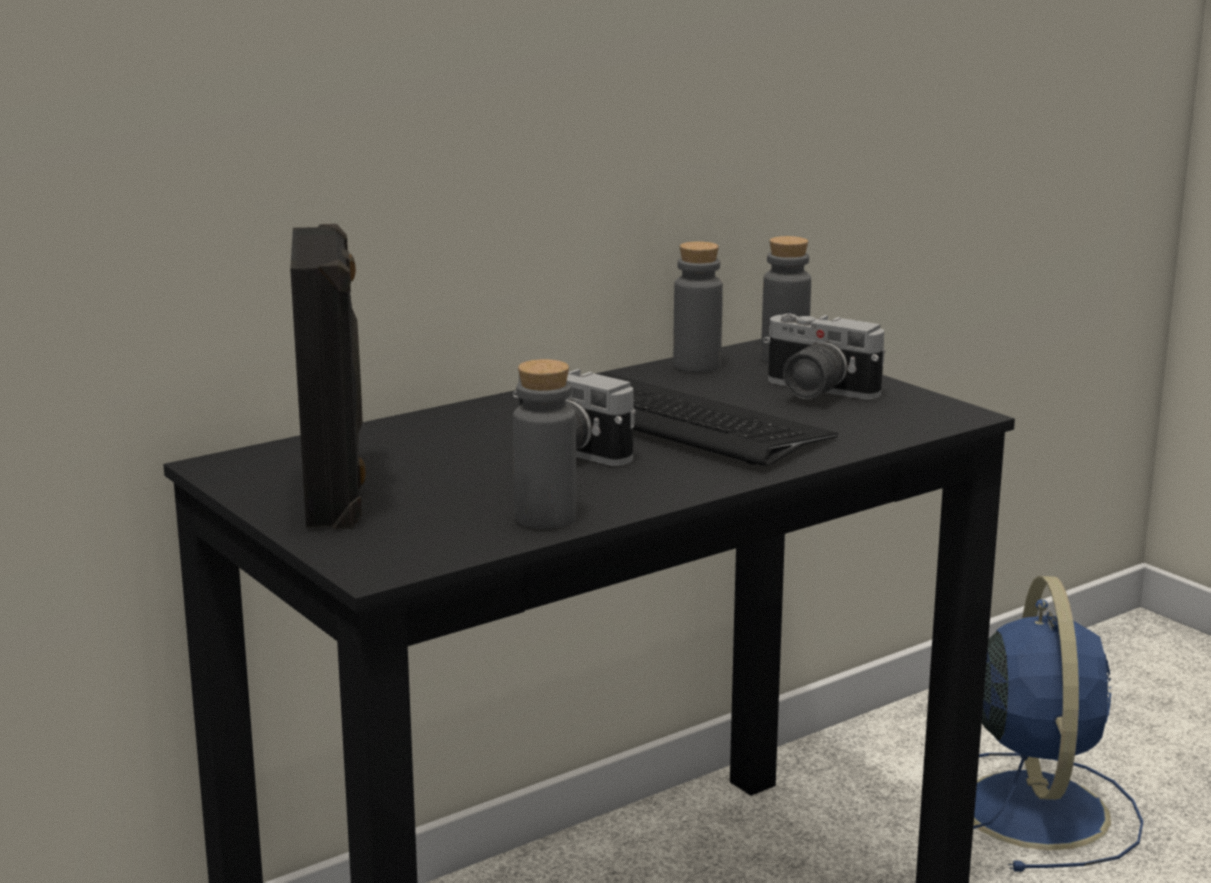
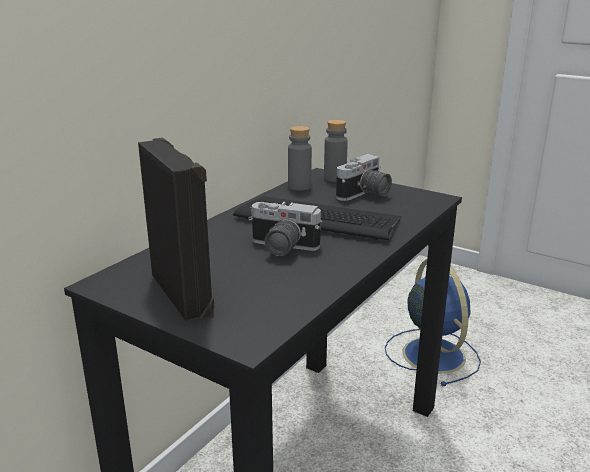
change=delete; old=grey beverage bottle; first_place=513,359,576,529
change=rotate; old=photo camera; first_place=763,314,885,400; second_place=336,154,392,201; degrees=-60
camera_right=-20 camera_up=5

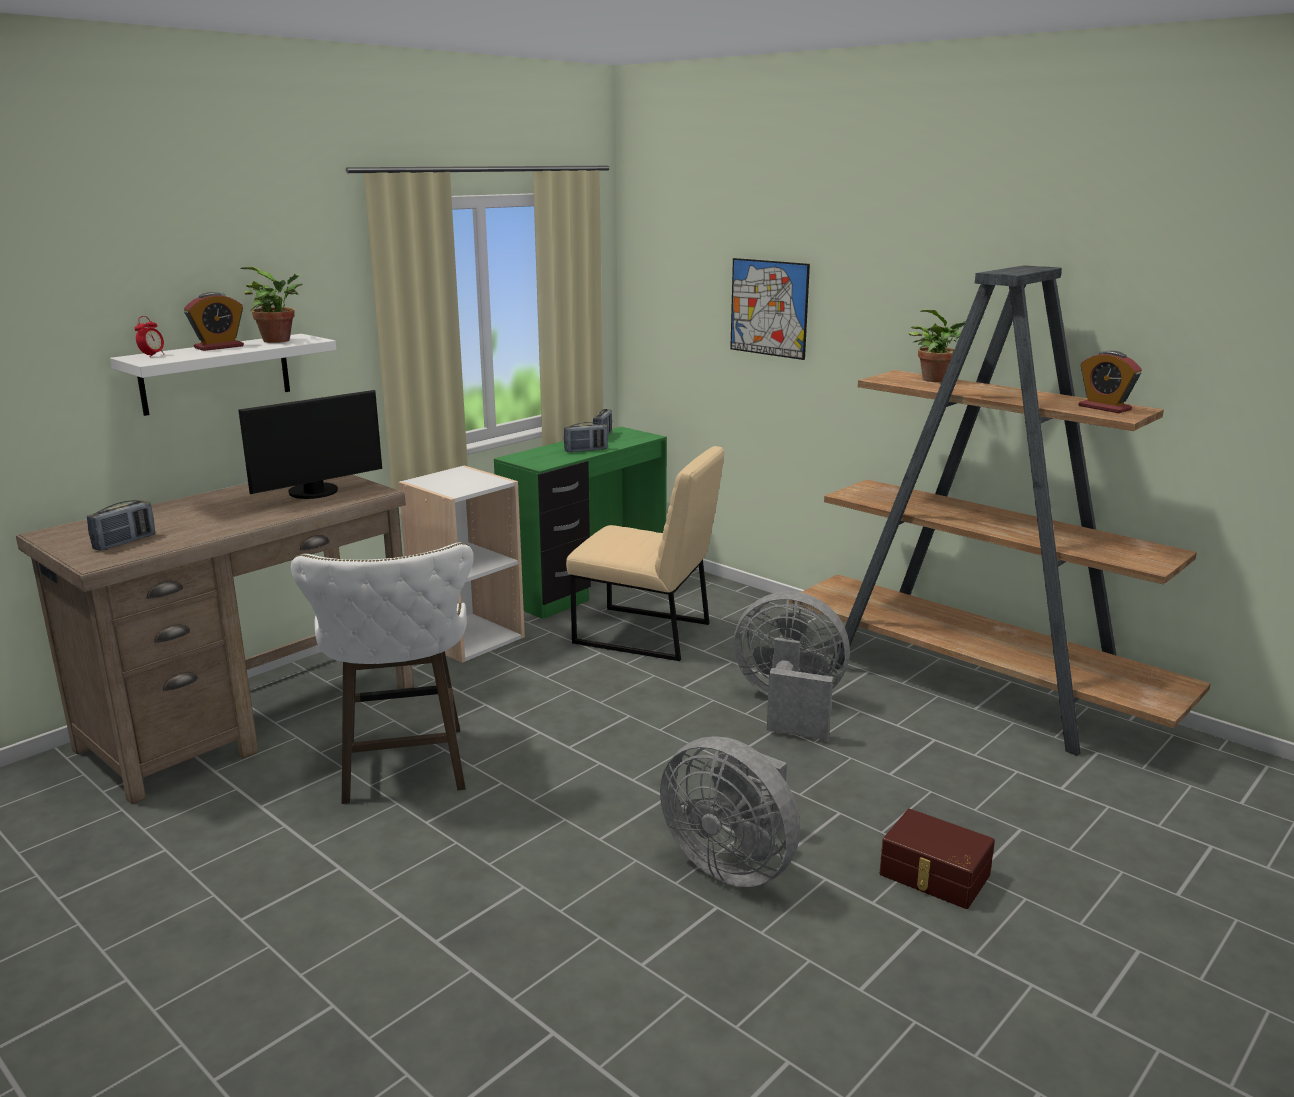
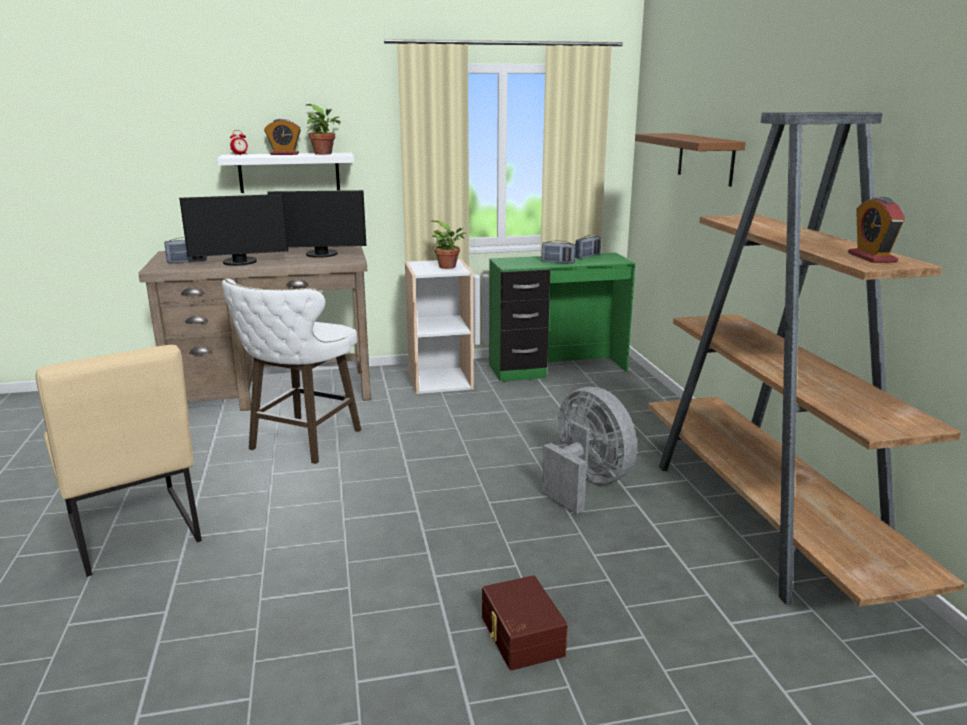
change=move; old=sand-coloured upright chair; first_place=566,446,724,661; second_place=36,345,202,577
change=delete; old=grey electric fan; first_place=660,736,800,887
change=replace; old=wall picture; new=brownish bracket shelf; first_place=730,258,810,360; second_place=635,133,746,187
change=move; old=houseplant; first_place=909,309,984,382; second_place=431,220,467,269
change=insert; new=computer display; second_place=179,194,288,266
camera_right=35 camera_up=0

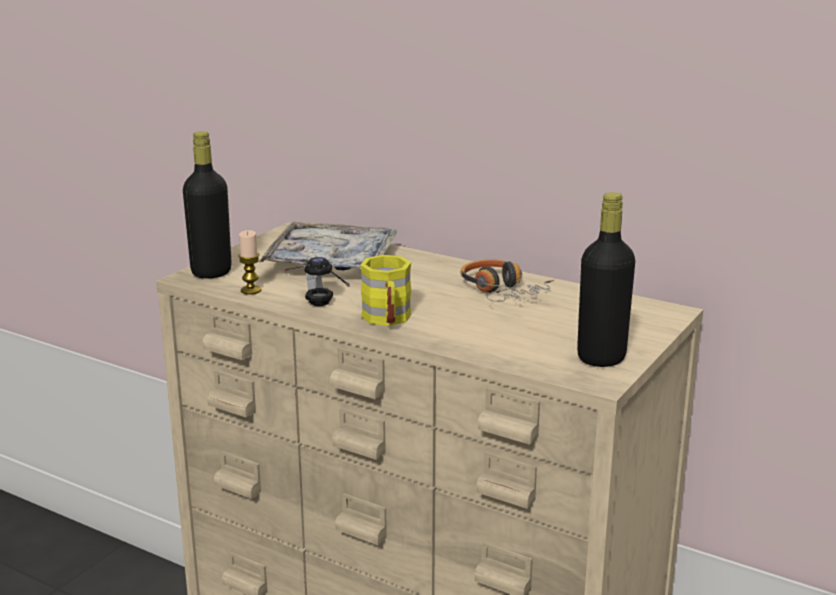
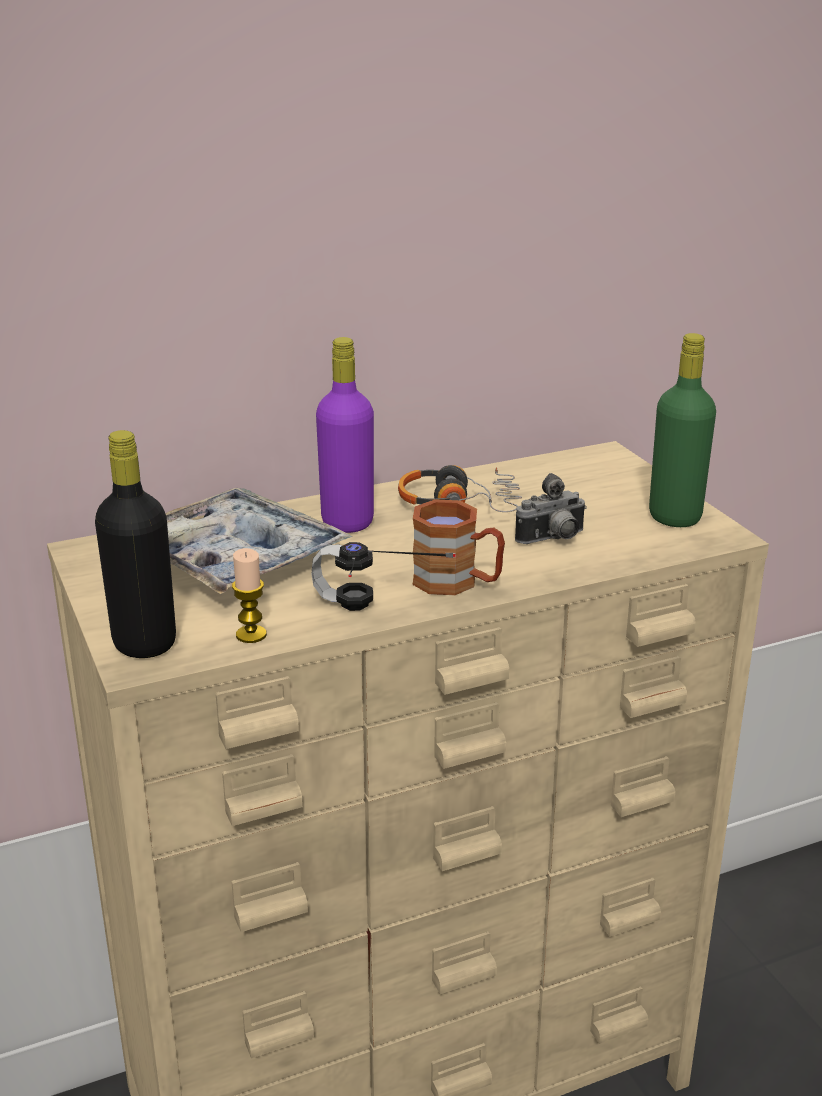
change=recolor; old=yellow-coloured tea mug; new=brownish tea mug; first_place=360,255,411,326; second_place=412,499,505,595
change=recolor; old=black-coloured beverage bottle; new=green beverage bottle; first_place=577,192,635,367; second_place=649,333,716,527
change=insert; new=purple-coloured beverage bottle; second_place=316,337,374,533
change=insert; new=photo camera; second_place=515,473,587,544
camera_right=-55 camera_up=5

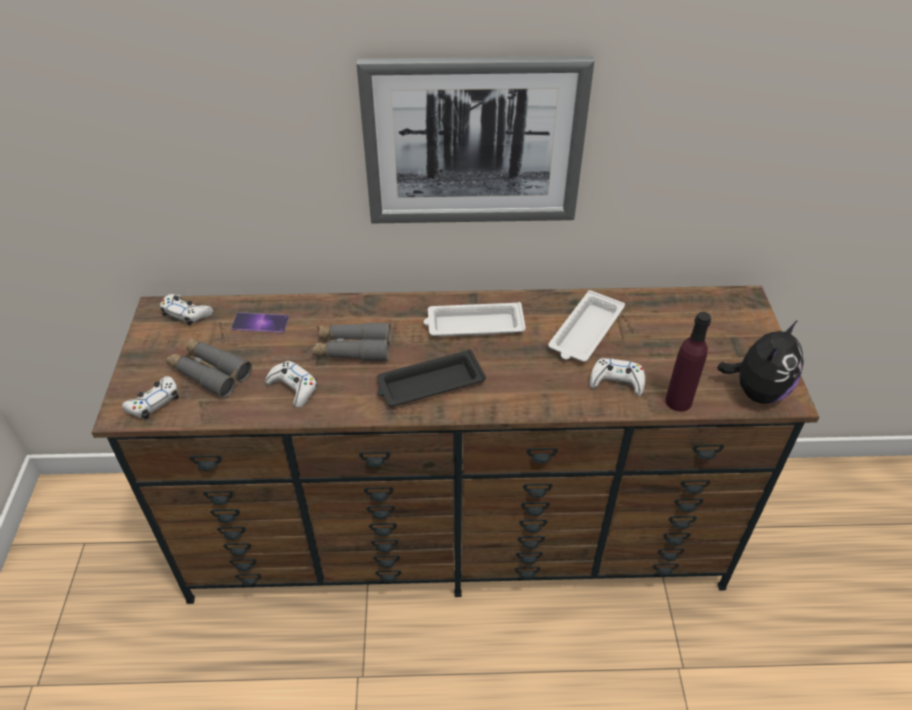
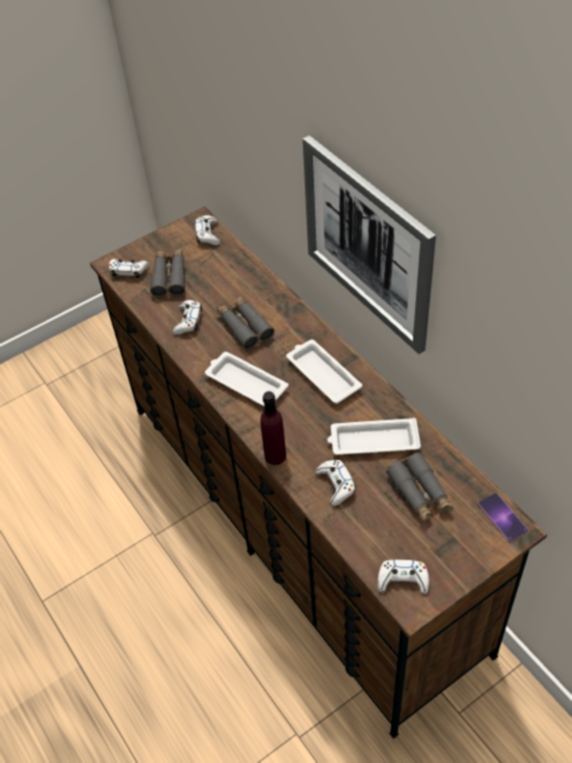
change=move; old=handset; first_place=231,312,289,333; second_place=478,493,528,542
change=recolor; old=black-coloured carrying tray; new=white-coloured carrying tray; first_place=377,349,486,407; second_place=205,352,288,407
change=move; old=purple-coloured beverage bottle; first_place=665,312,711,412; second_place=260,391,286,465
change=replace; old=soft toy; new=white-coloured game controller; first_place=717,320,804,404; second_place=377,559,429,594
change=insert; new=grey binoculars; second_place=386,453,453,523
camera_right=60 camera_up=5

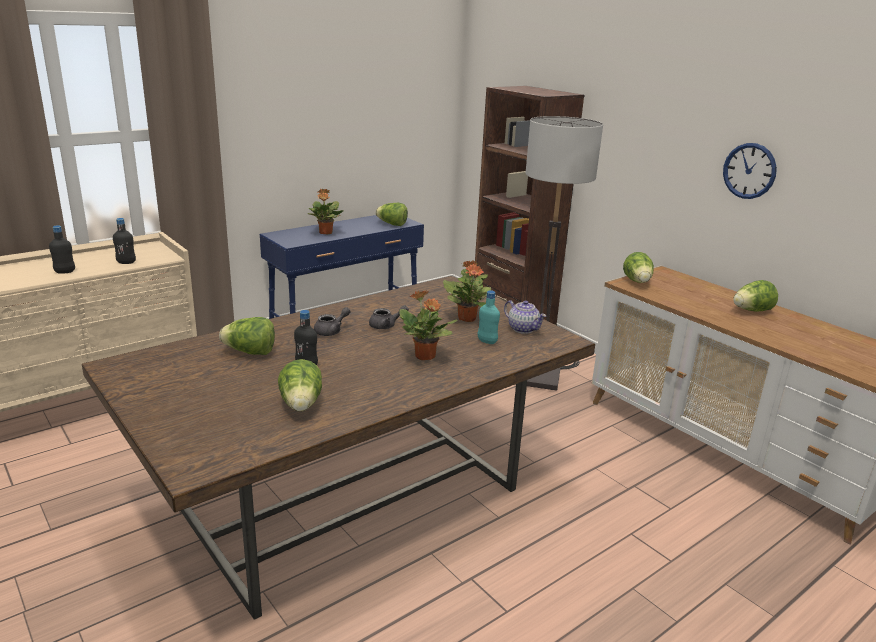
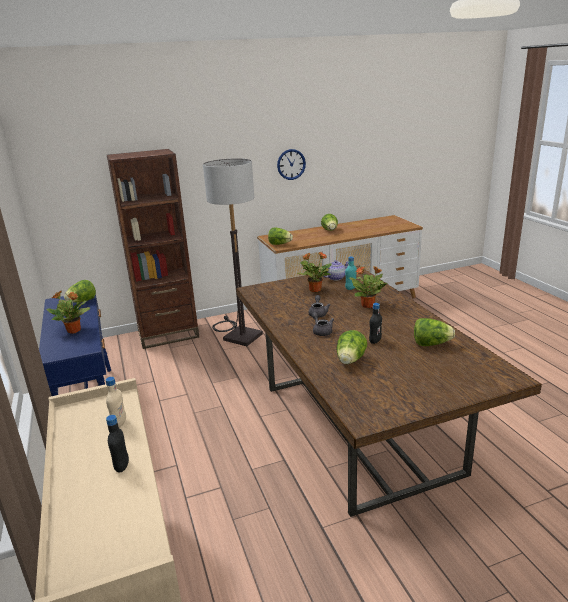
change=recolor; old=black-coloured beverage bottle; new=sand-coloured beverage bottle; first_place=113,218,136,264; second_place=106,377,126,428
camera_right=-70 camera_up=0

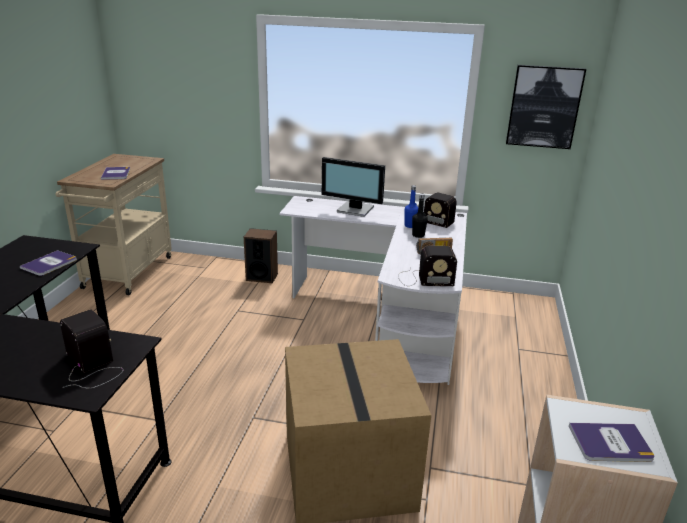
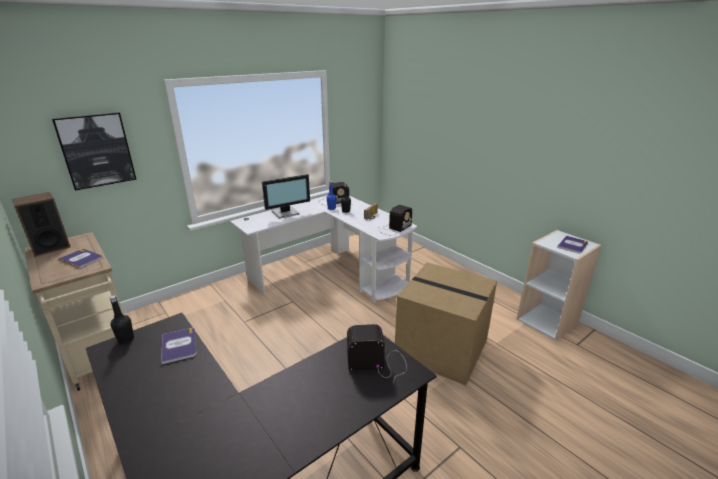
change=move; old=loudspeaker; first_place=244,228,278,283; second_place=12,192,70,257
change=move; old=wall picture; first_place=506,65,586,149; second_place=52,112,136,190
change=insert; new=black-coloured beverage bottle; second_place=109,295,134,344
camera_right=-50 camera_up=0

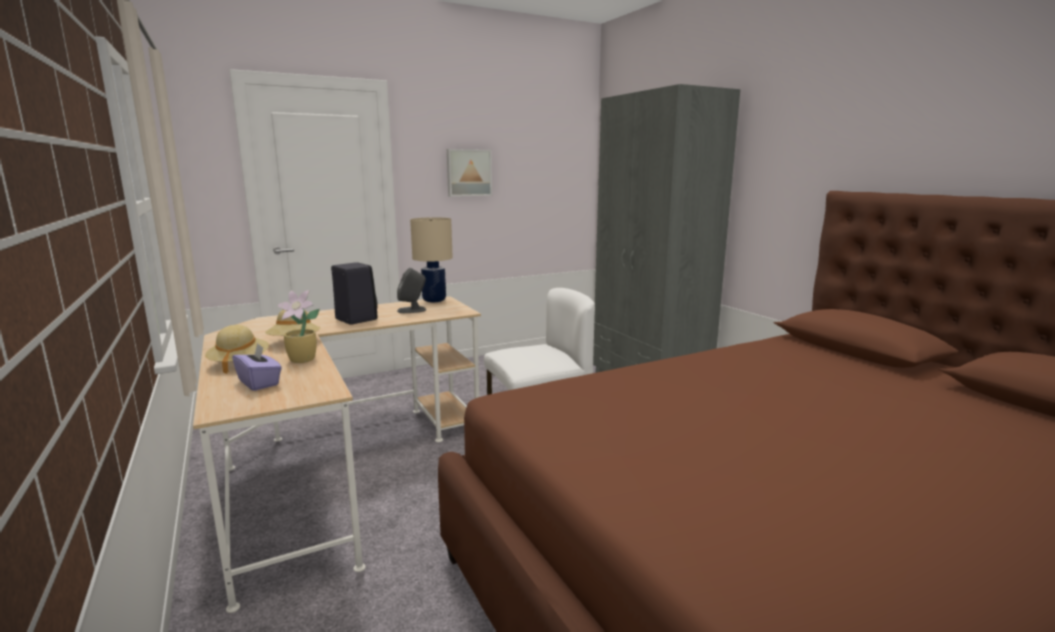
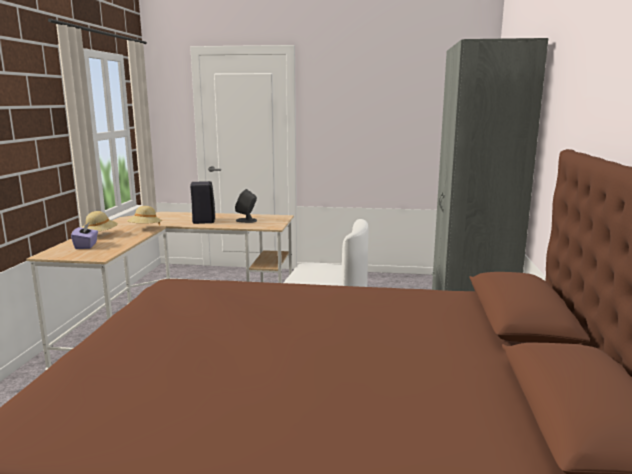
change=delete; old=houseplant; first_place=278,290,320,363
change=delete; old=sand-coloured lamp for a table; first_place=410,217,453,302
change=delete; old=wall picture; first_place=447,149,492,197
camera_right=35 camera_up=0

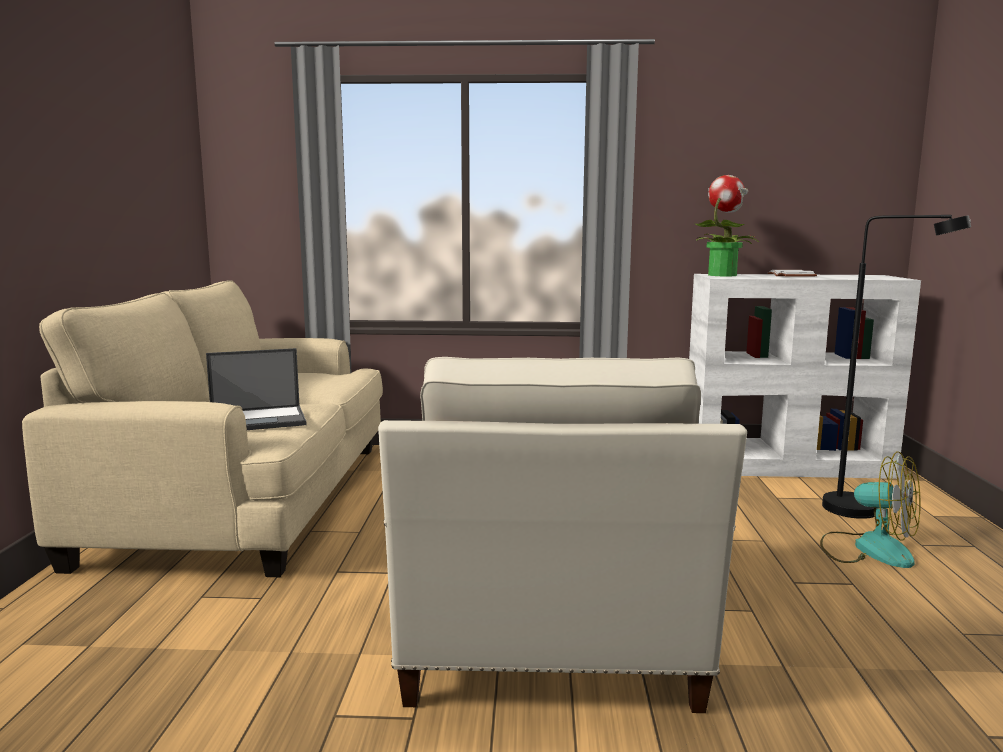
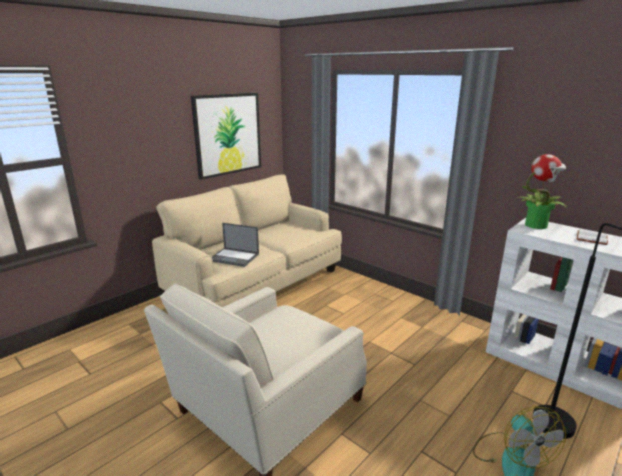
change=insert; new=wall picture; second_place=191,93,261,180
camera_right=40 camera_up=10

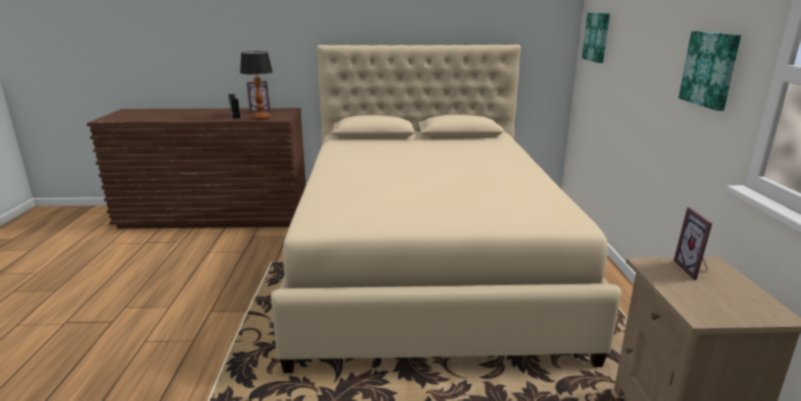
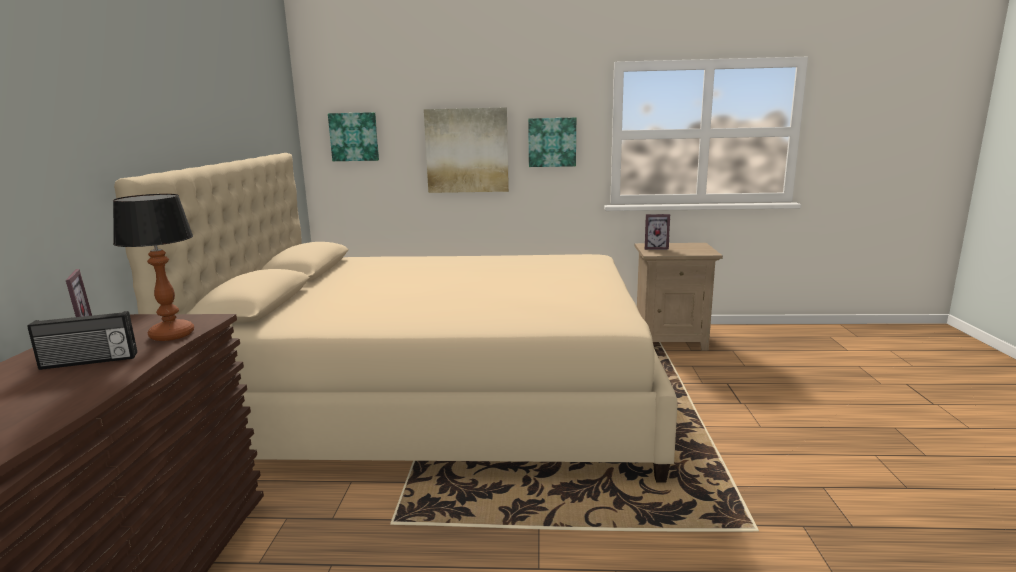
change=insert; new=wall picture; second_place=424,107,509,193
camera_right=-85 camera_up=-5

